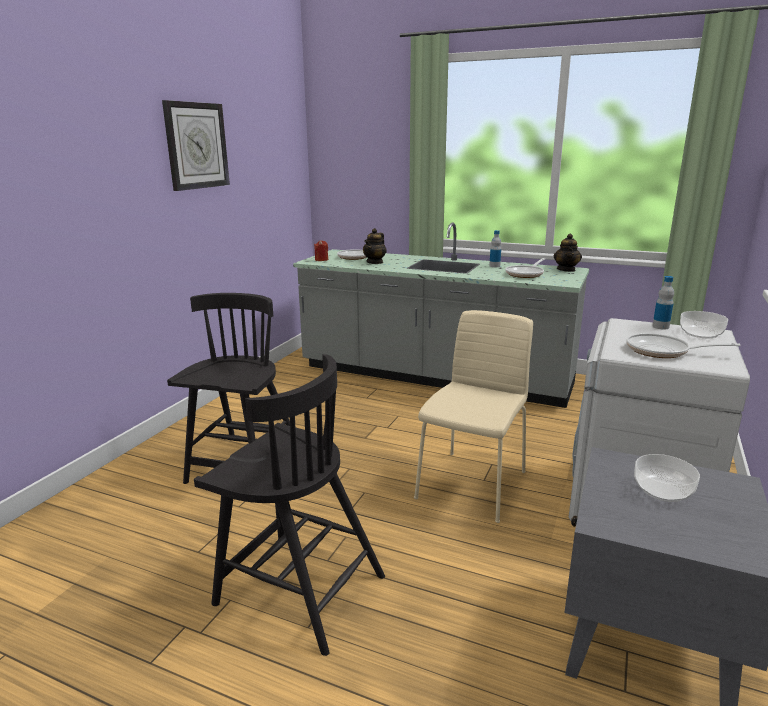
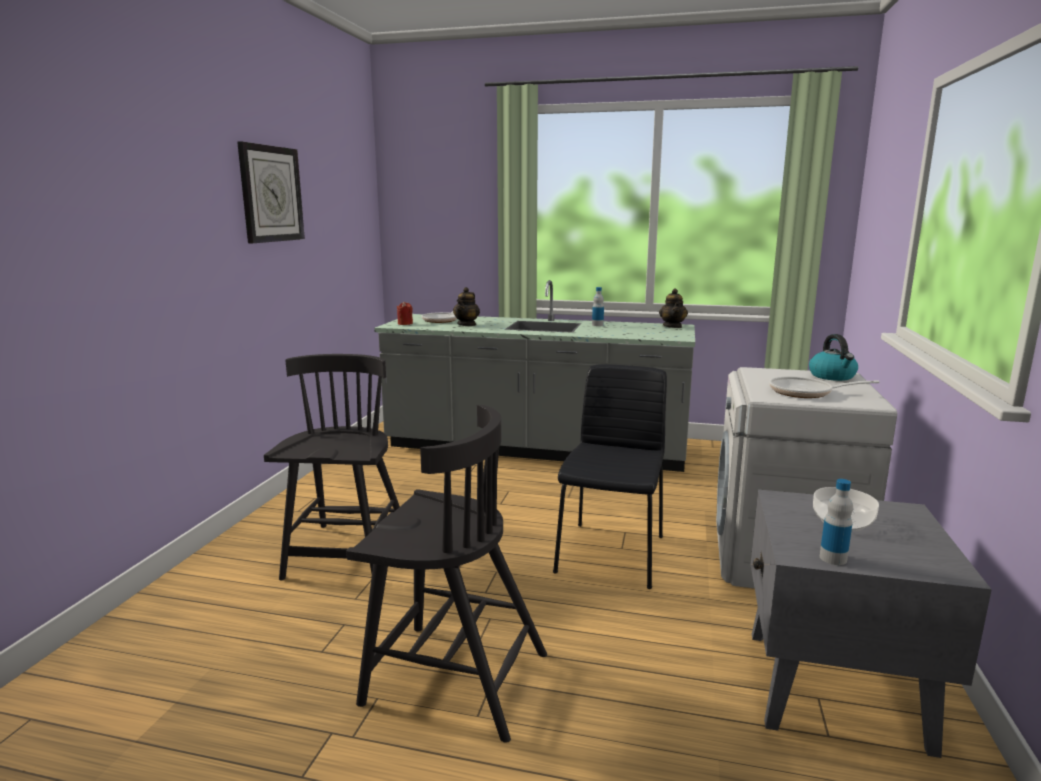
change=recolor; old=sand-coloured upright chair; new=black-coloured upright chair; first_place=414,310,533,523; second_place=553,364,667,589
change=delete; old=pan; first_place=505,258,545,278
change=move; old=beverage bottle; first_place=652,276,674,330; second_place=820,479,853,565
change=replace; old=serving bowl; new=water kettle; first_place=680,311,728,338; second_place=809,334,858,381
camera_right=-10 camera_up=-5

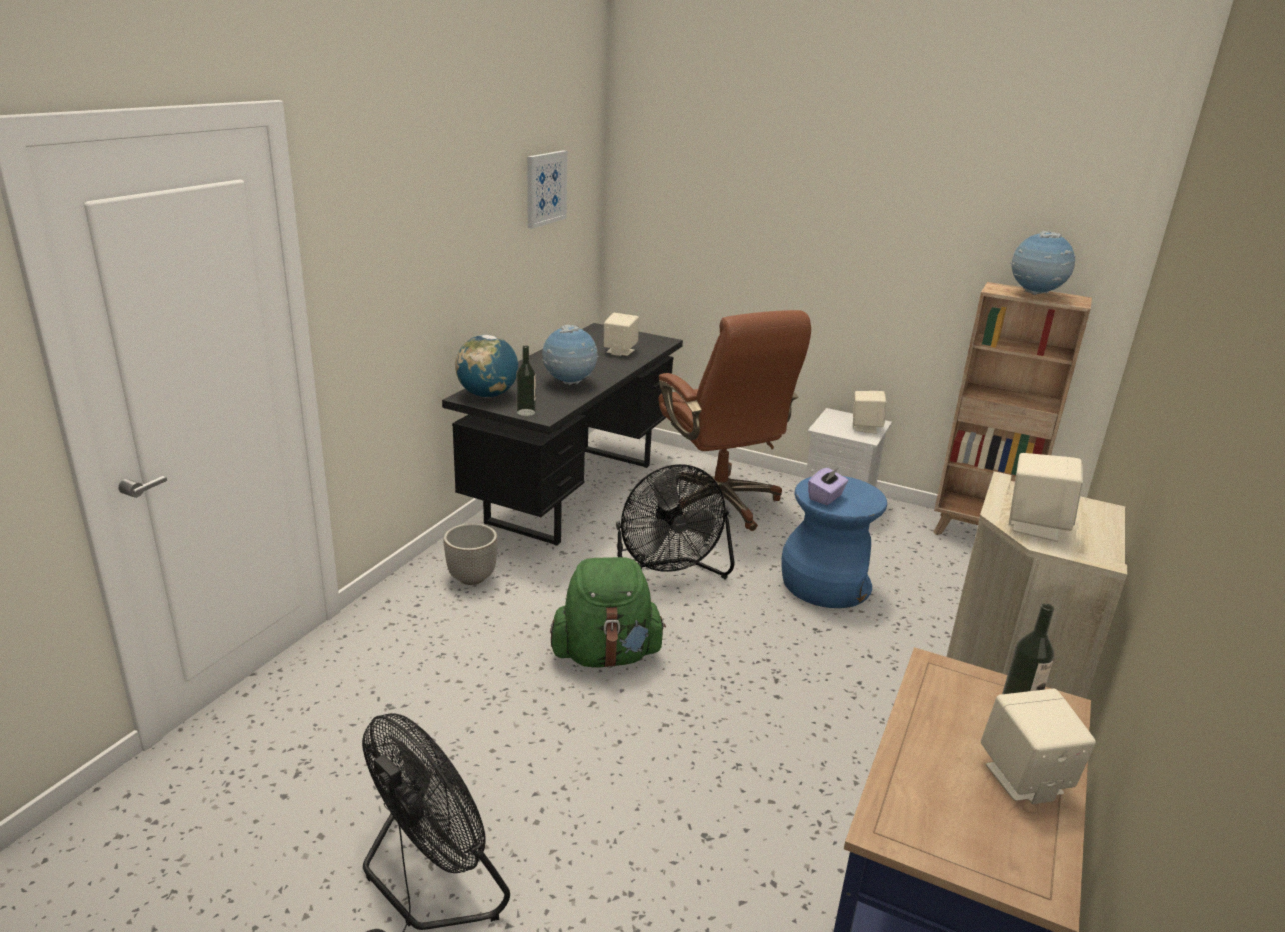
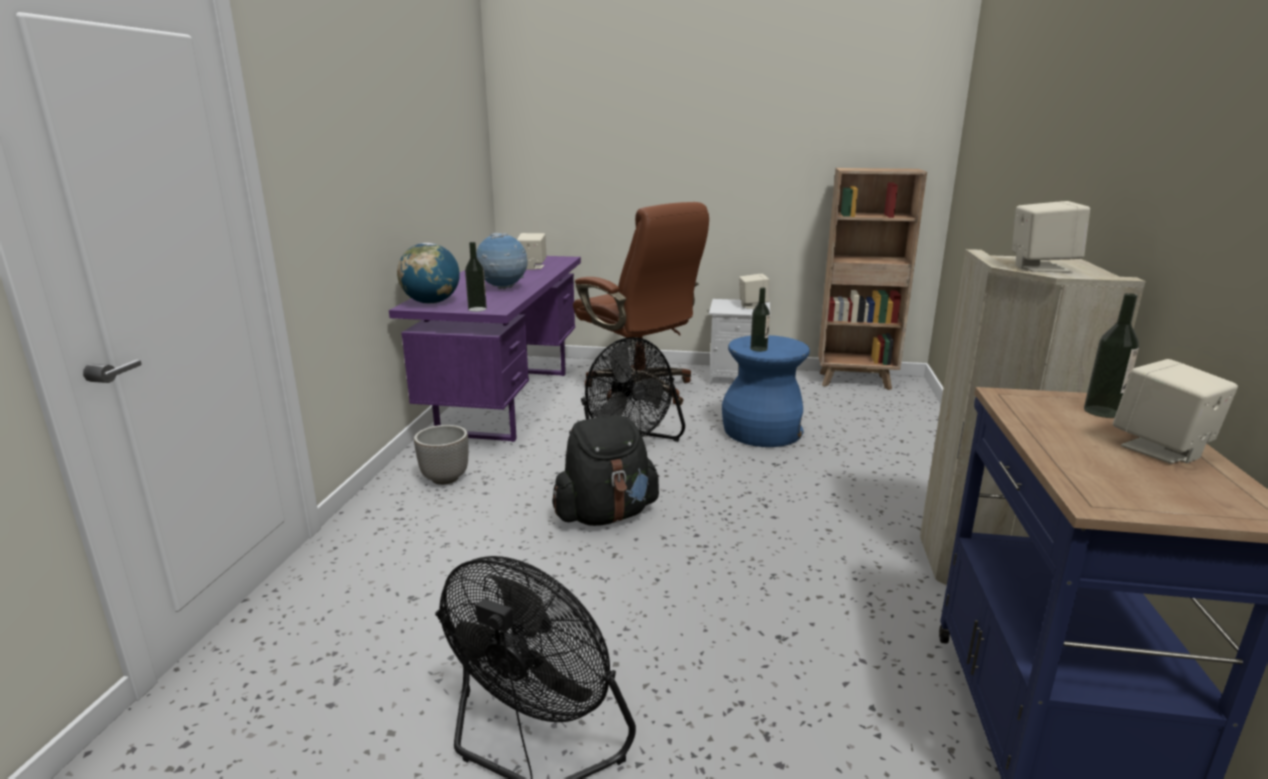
change=recolor; old=black-coloured desk table; new=purple-coloured desk table; first_place=442,323,683,546; second_place=389,256,581,442
change=delete; old=wall picture; first_place=527,150,567,229
change=recolor; old=green rucksack; new=black-coloured rucksack; first_place=550,557,666,668; second_place=552,415,659,526
change=replace; old=purple-coloured tissue holder; new=beverage bottle; first_place=808,468,848,505; second_place=750,287,770,352
change=delete; old=globe; first_place=1010,231,1076,295
camera_right=-15 camera_up=-5

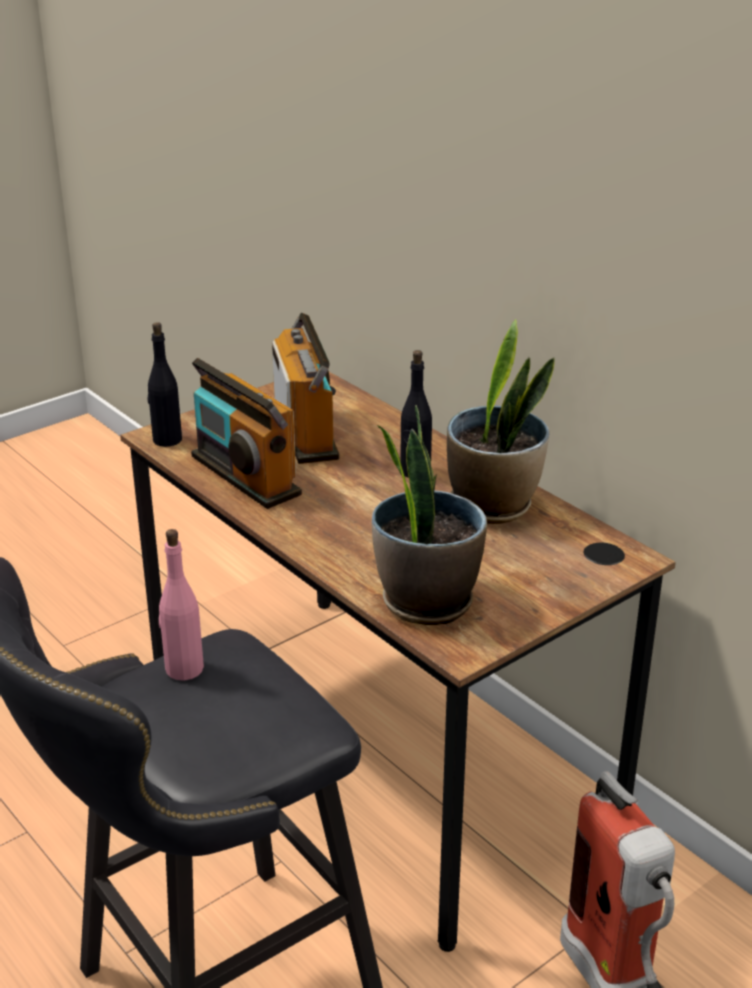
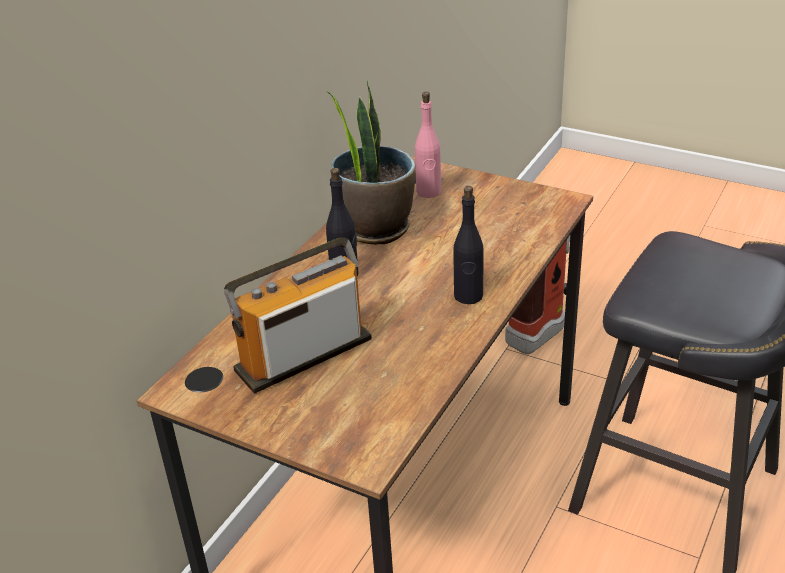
change=move; old=black-coloured beverage bottle; first_place=148,322,182,447; second_place=453,186,484,304
change=move; old=pink-coloured beverage bottle; first_place=159,529,204,681; second_place=415,92,441,198
change=delete; old=radio receiver; first_place=191,358,302,509
change=delete; old=houseplant; first_place=372,405,487,625
camera_right=-110 camera_up=5

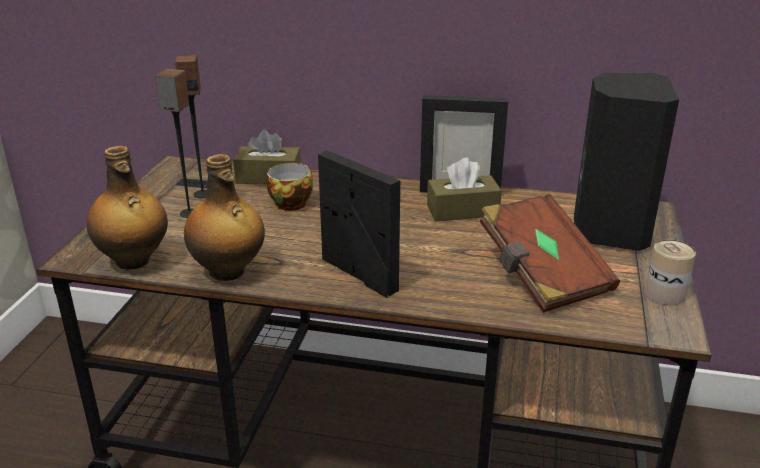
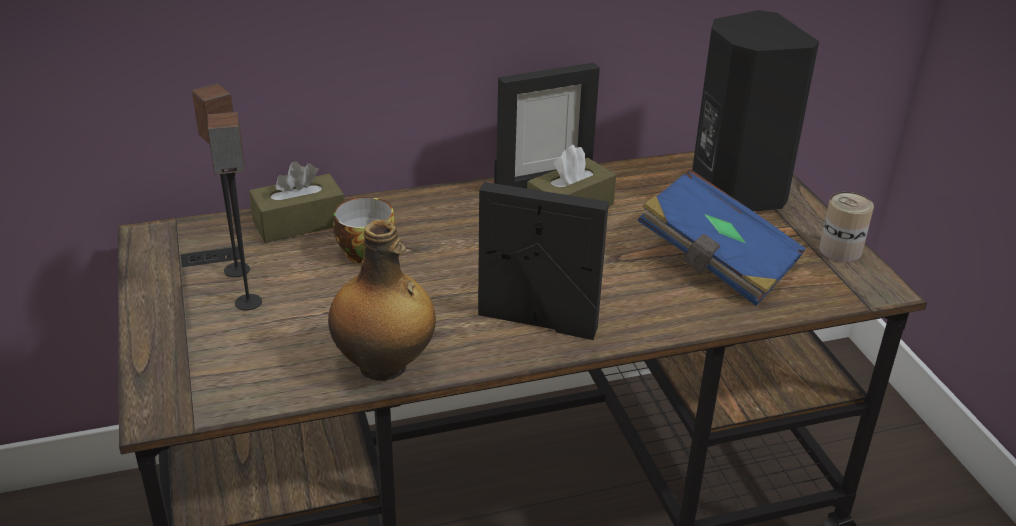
change=delete; old=beverage bottle; first_place=87,146,168,270
change=recolor; old=brownish book; new=bluish book; first_place=480,194,620,313; second_place=638,169,806,306
camera_right=-30 camera_up=5

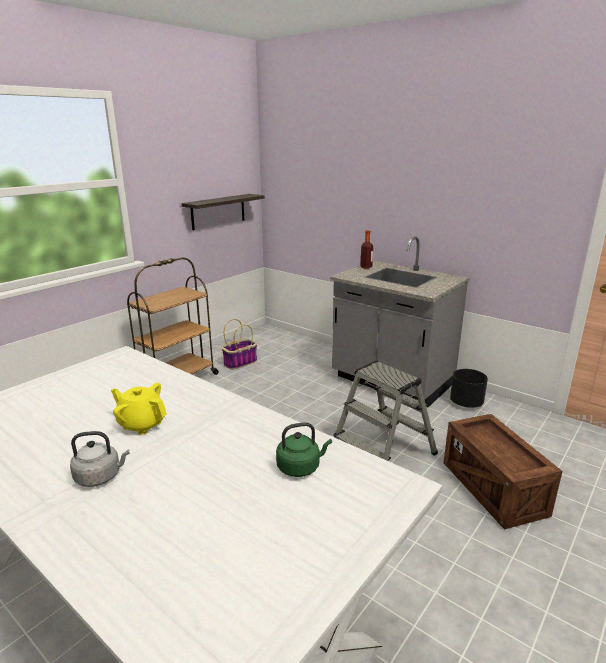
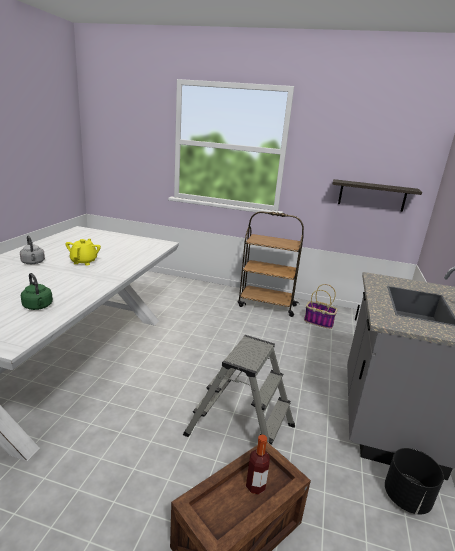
change=move; old=beverage bottle; first_place=360,230,373,269; second_place=246,434,270,494
camera_right=65 camera_up=0

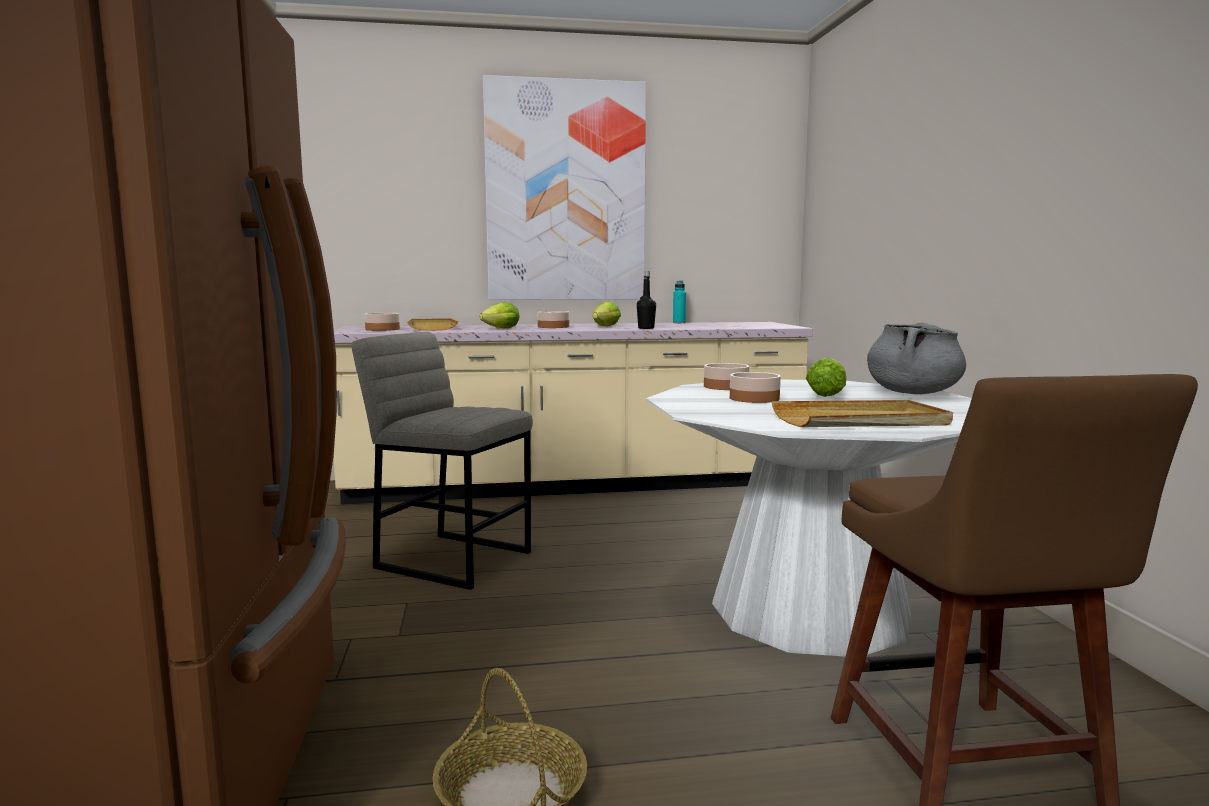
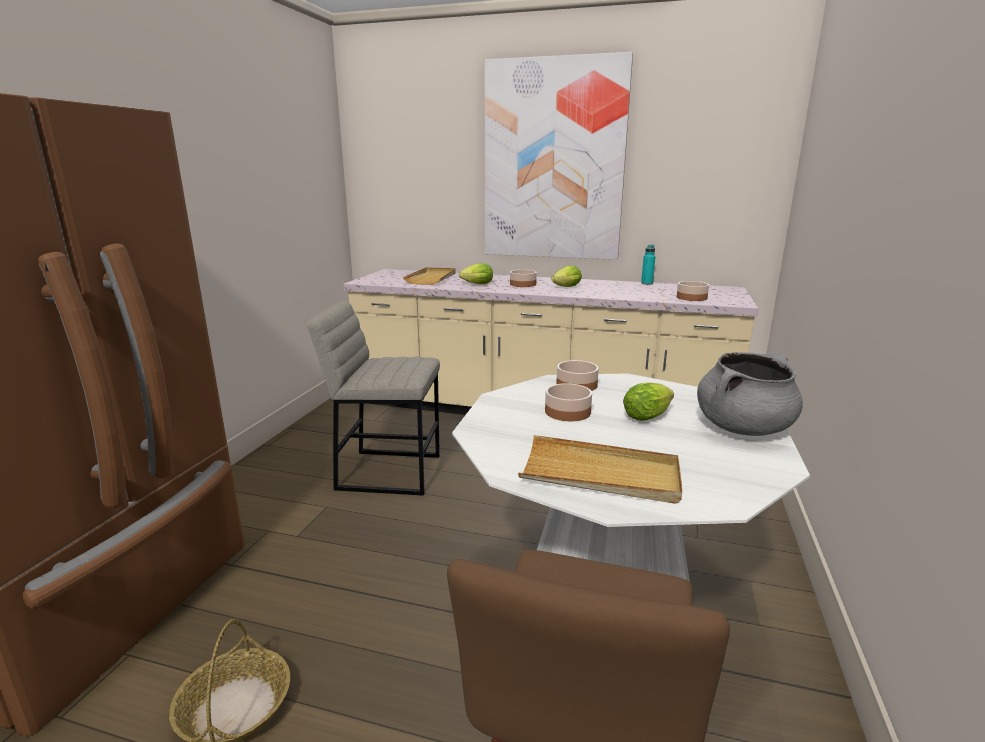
change=rotate; old=grey upright chair; first_place=351,332,533,590; second_place=307,300,440,495; degrees=-45
change=move; old=serving bowl; first_place=365,313,400,331; second_place=677,281,709,301
change=delete; old=black-coloured beverage bottle; first_place=637,271,656,329
camera_right=25 camera_up=10

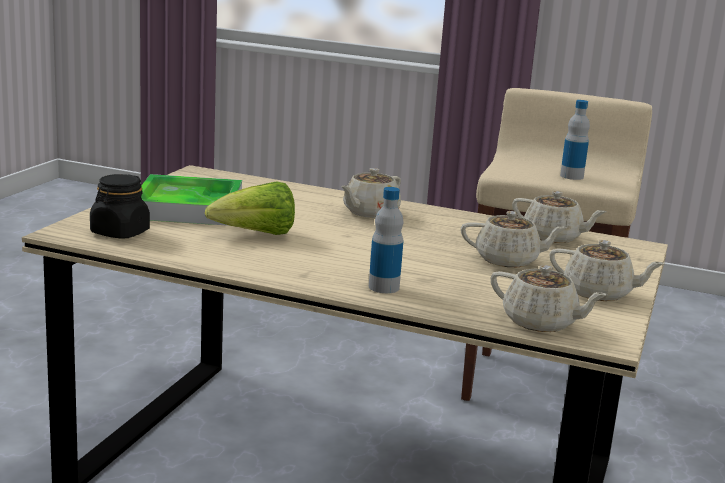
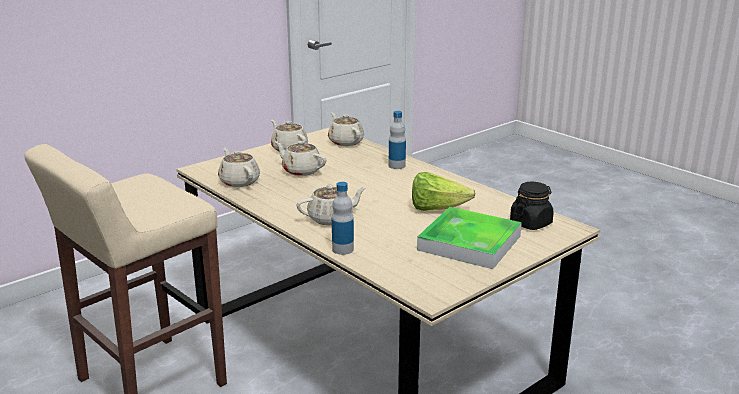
change=move; old=beverage bottle; first_place=560,100,590,180; second_place=332,182,354,255
camera_right=-150 camera_up=5

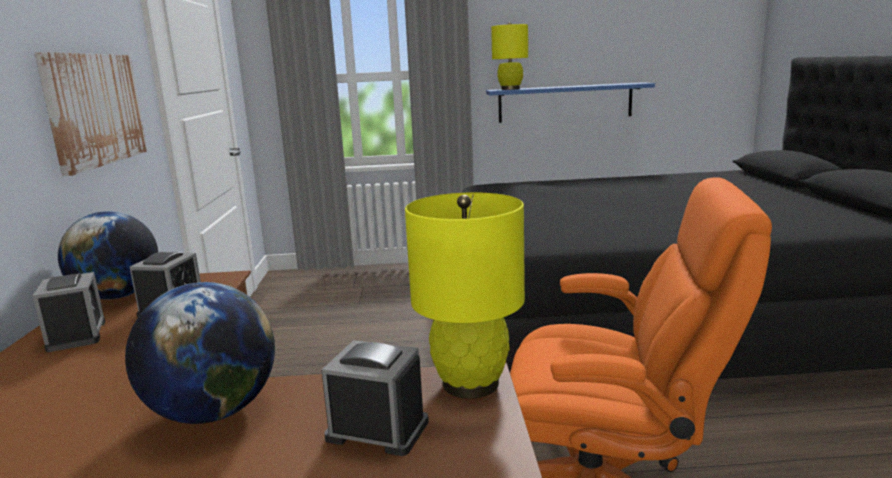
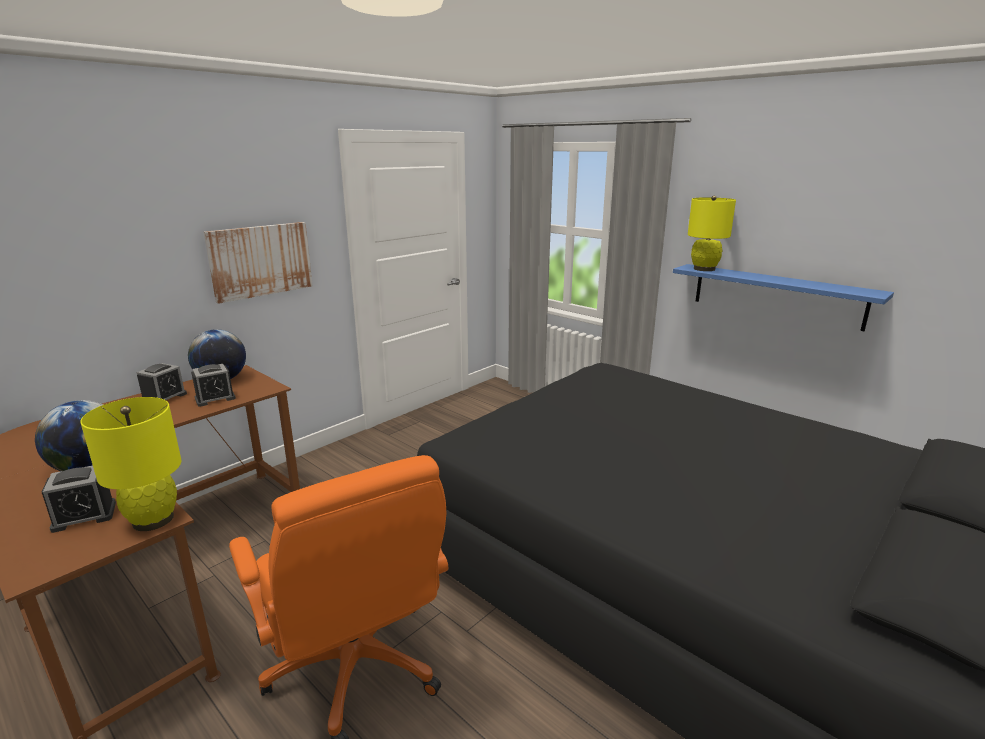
change=rotate; old=bedside clock; first_place=321,340,429,456; second_place=42,466,116,533; degrees=90
camera_right=45 camera_up=5

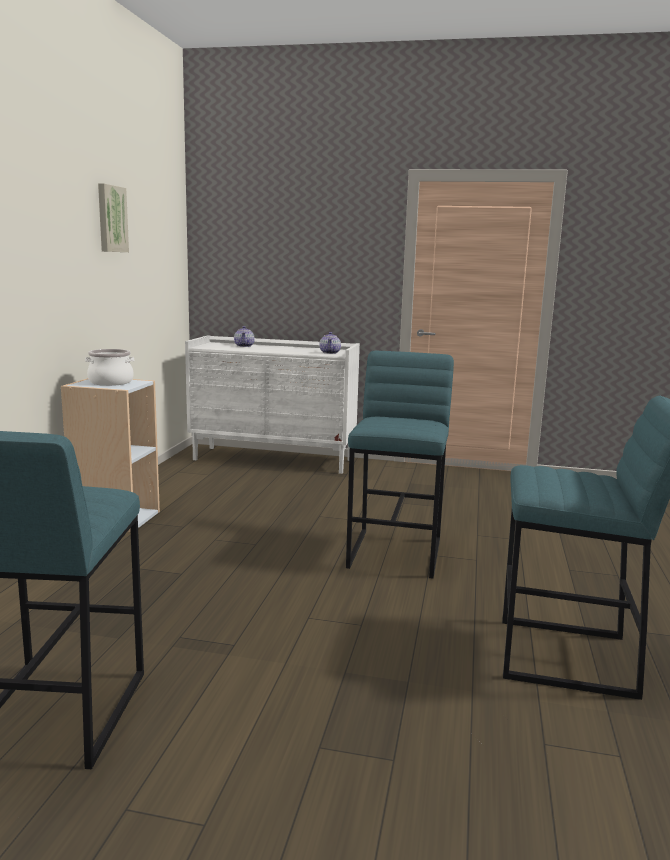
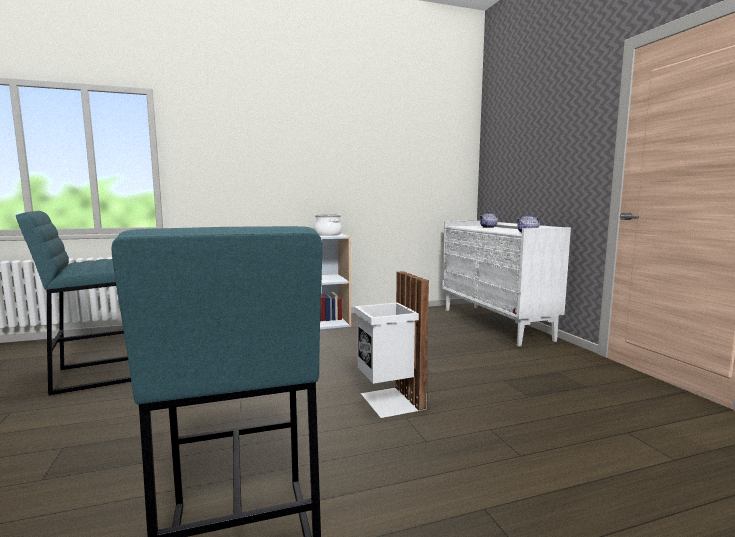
change=delete; old=wall picture; first_place=98,183,129,252
change=replace; old=turquoise stool seat; new=white-coloured trash can; first_place=346,351,454,579; second_place=354,271,429,418
camera_right=60 camera_up=-5

